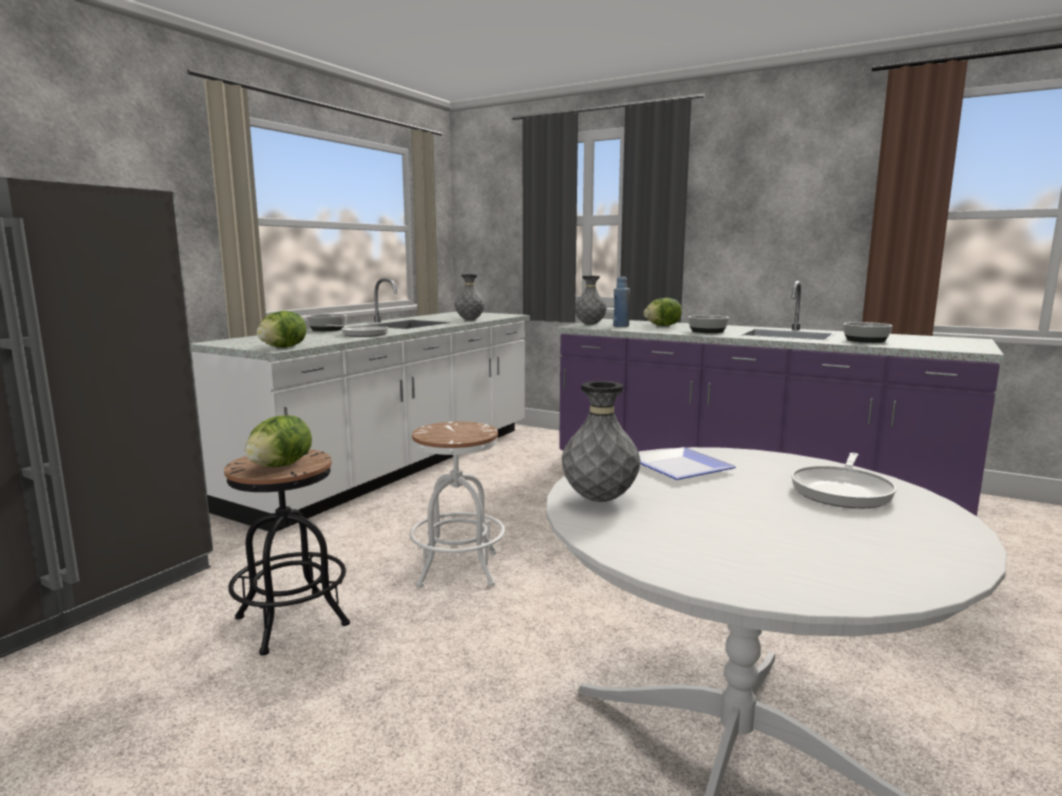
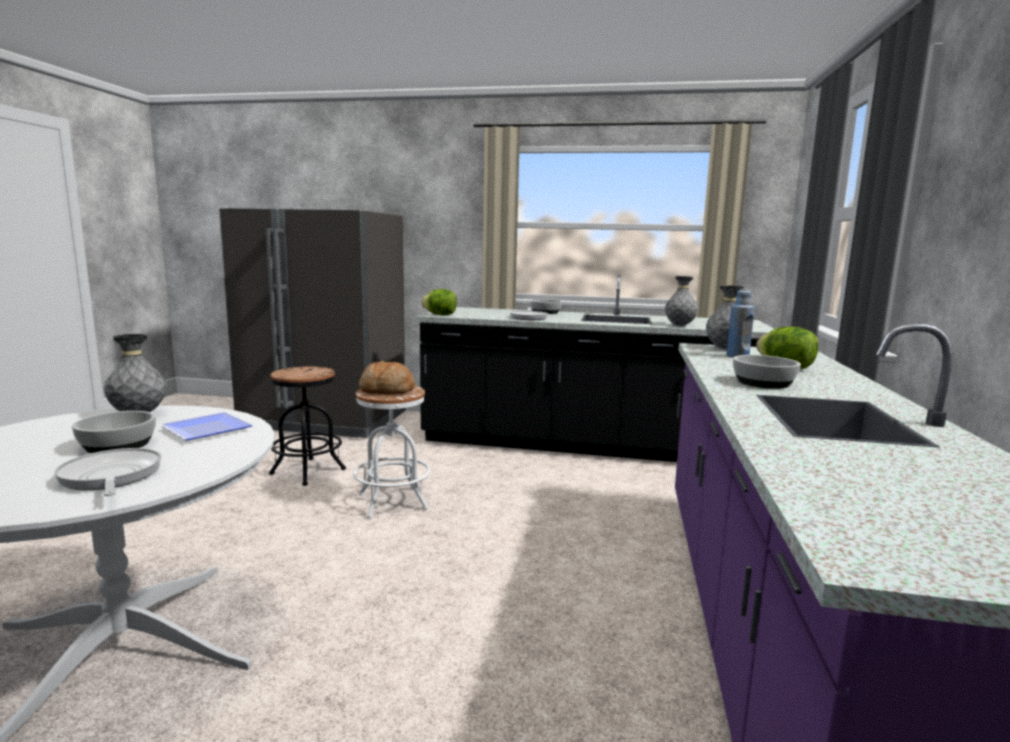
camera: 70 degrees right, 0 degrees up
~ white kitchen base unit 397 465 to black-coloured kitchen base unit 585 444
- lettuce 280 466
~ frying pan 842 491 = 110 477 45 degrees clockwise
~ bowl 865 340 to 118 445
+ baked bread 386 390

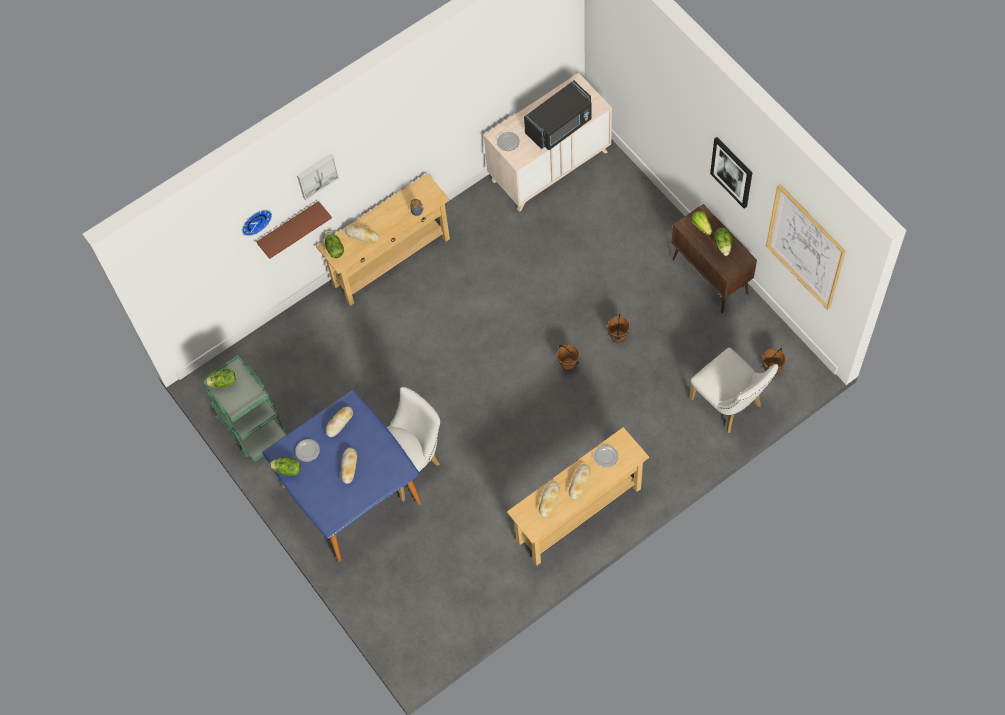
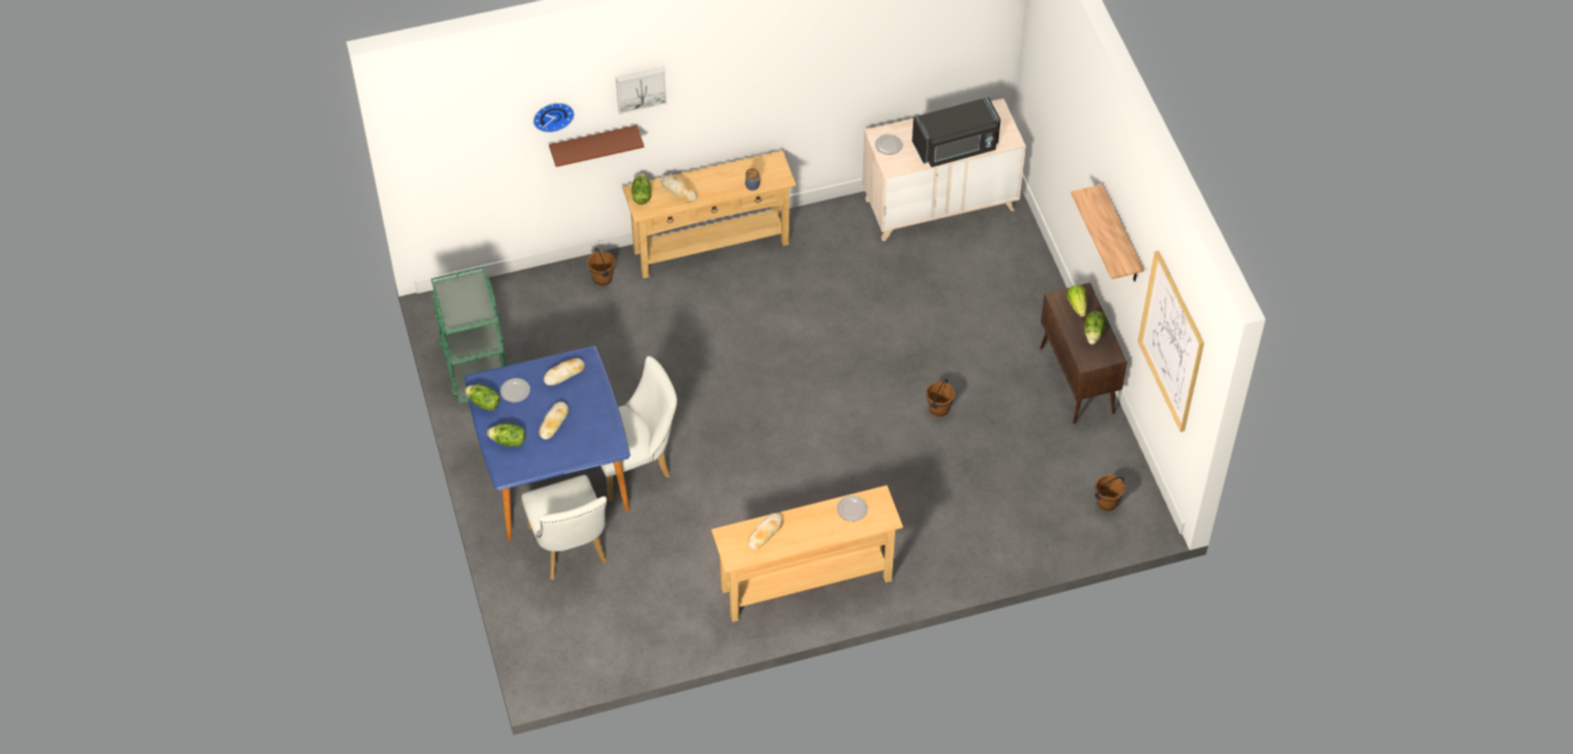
camera: 15 degrees right, 10 degrees down
~ lettuce 223 383 to 508 441
~ brown-coloured pail 568 364 to 602 279
- baked bread 579 482
~ white plain chair 729 405 to 570 550
~ picture 732 172 to bracket shelf 1121 237

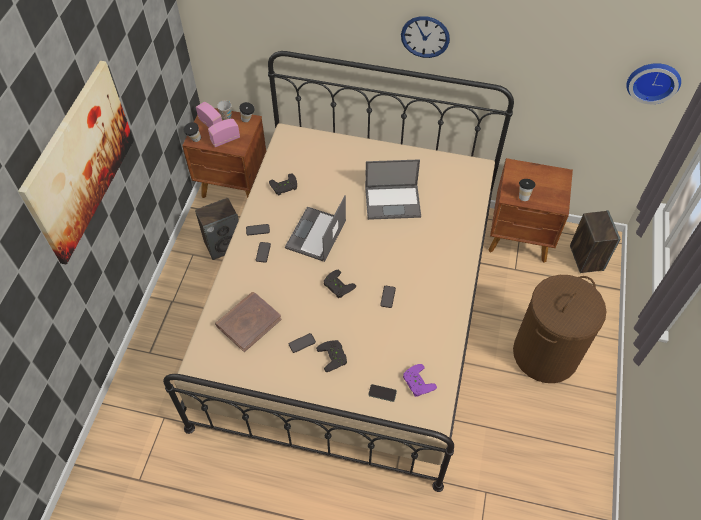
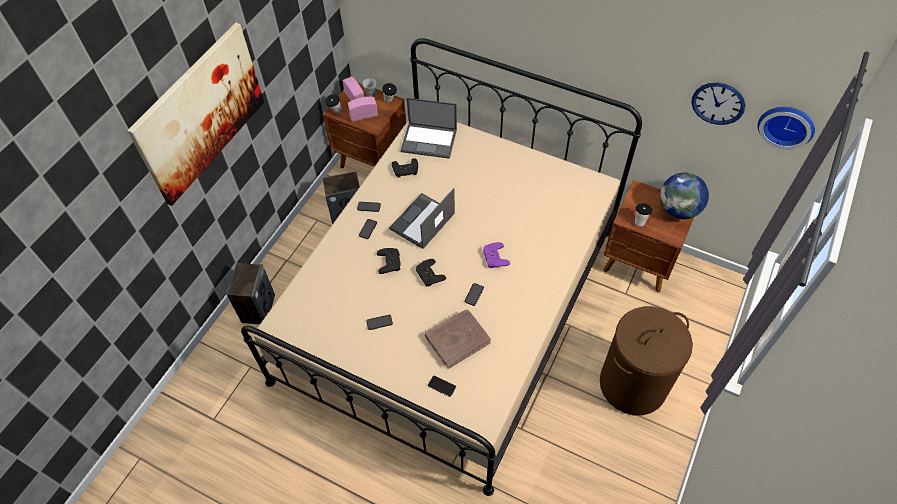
camera: 15 degrees right, 0 degrees up
~ brown-coloured bound book 248 322 to 457 339
~ black-coloured gamepad 334 356 to 391 262
~ laptop 393 201 to 429 140
~ clock on the wall 425 37 to 718 103
~ purplish gamepad 416 382 to 493 257
~ loudspeaker 586 257 to 258 308
+ globe 678 210

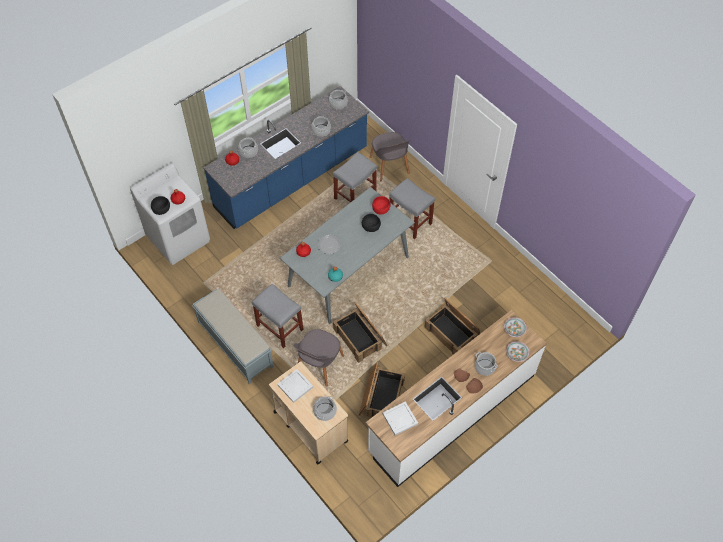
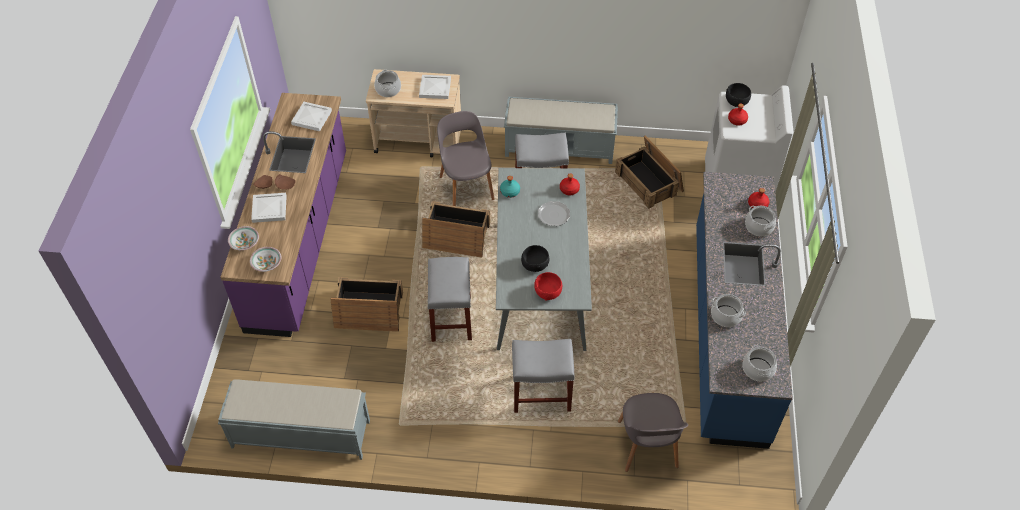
camera: 135 degrees right, 5 degrees down
~ gray stool 355 196 to 451 318
~ crate 381 396 to 649 181
~ white kitchen base unit 452 413 to purplish kitchen base unit 300 240
~ gray plain chair 389 166 = 647 446 120 degrees counterclockwise
~ stockpot 485 367 to white tray 269 209
+ gray indoor bench 300 434

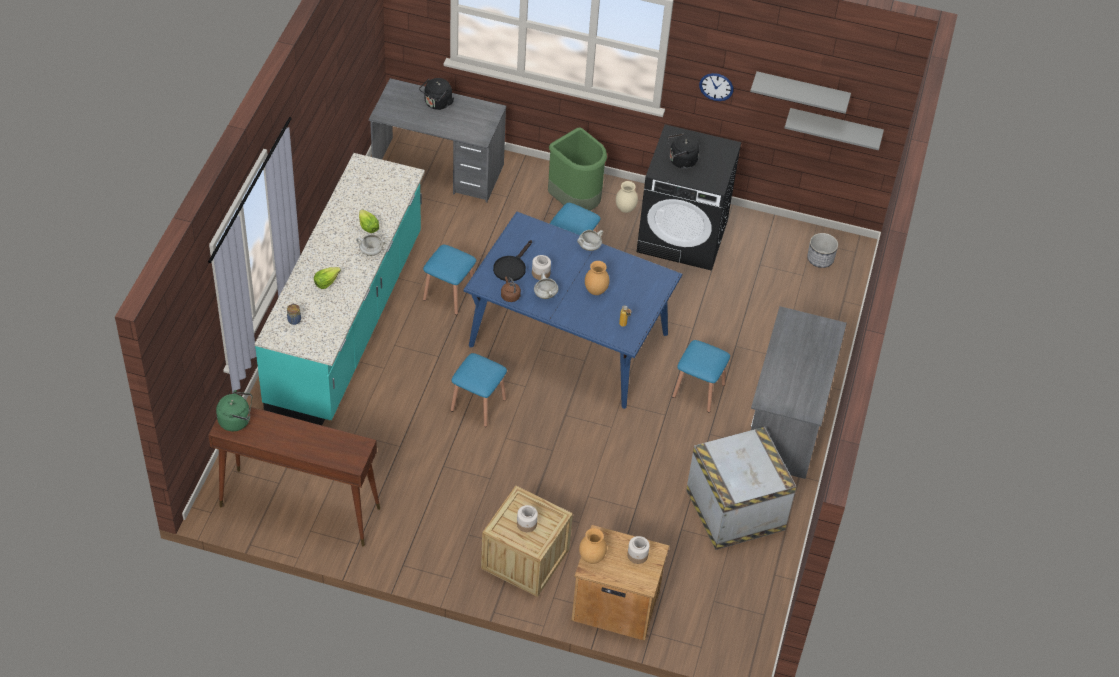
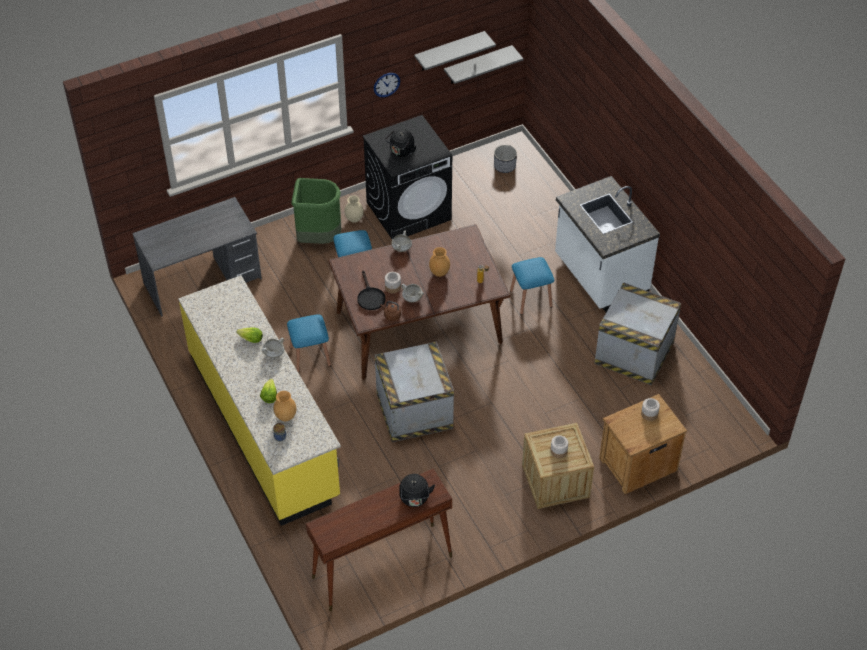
camera: 40 degrees left, 0 degrees up
- greenish water kettle 237 420
~ turquoise-coloured kitchen base unit 347 321 to yellow-coloured kitchen base unit 264 424
~ black-coloured water kettle 437 104 to 414 499
~ blue stool 478 404 to crate 413 411
~ blue kitchen table 567 340 to brown-coloured kitchen table 418 328
~ brown-coloured vase 592 558 to 286 417
~ gray desk table 787 420 to white kitchen base unit 599 277

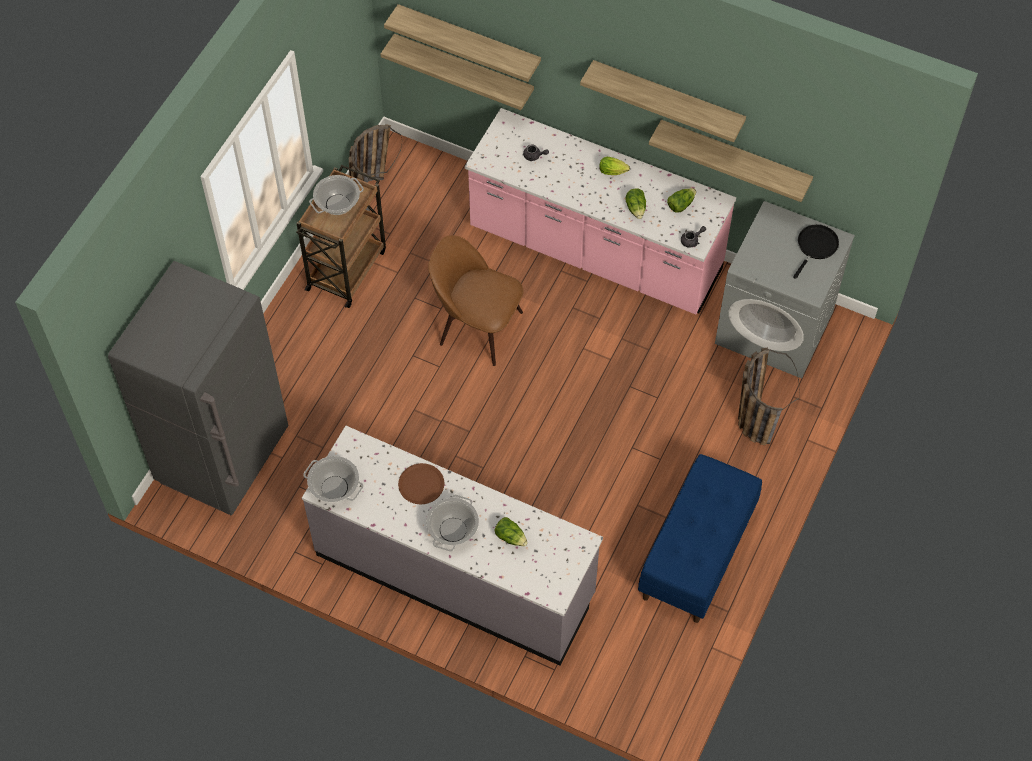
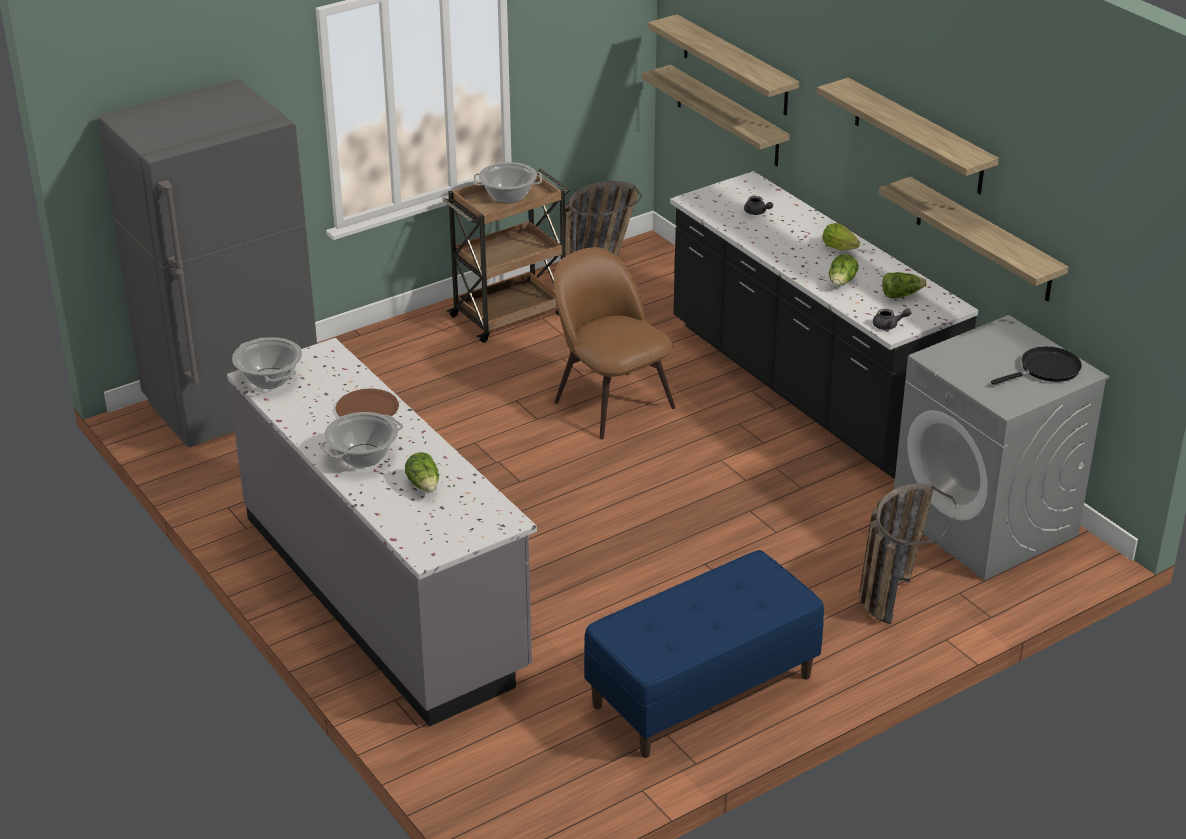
camera: 30 degrees right, 25 degrees down
~ pink-coloured kitchen base unit 595 252 to black-coloured kitchen base unit 806 388

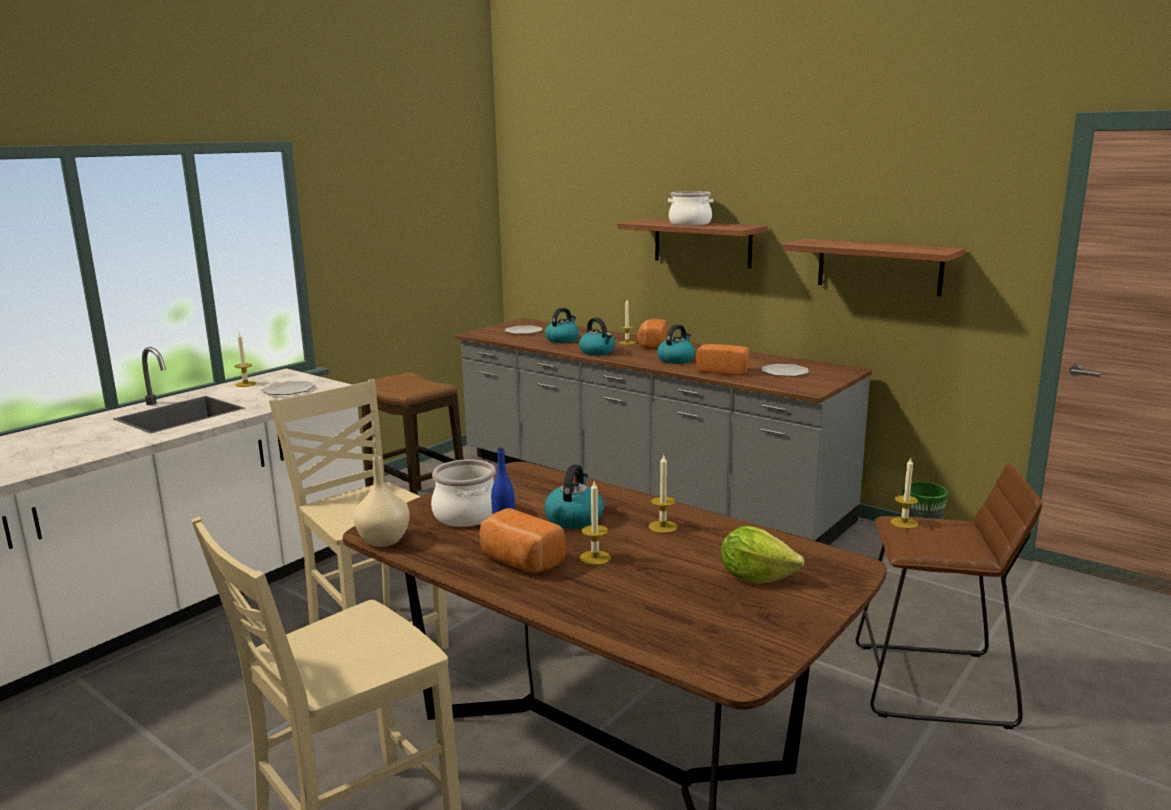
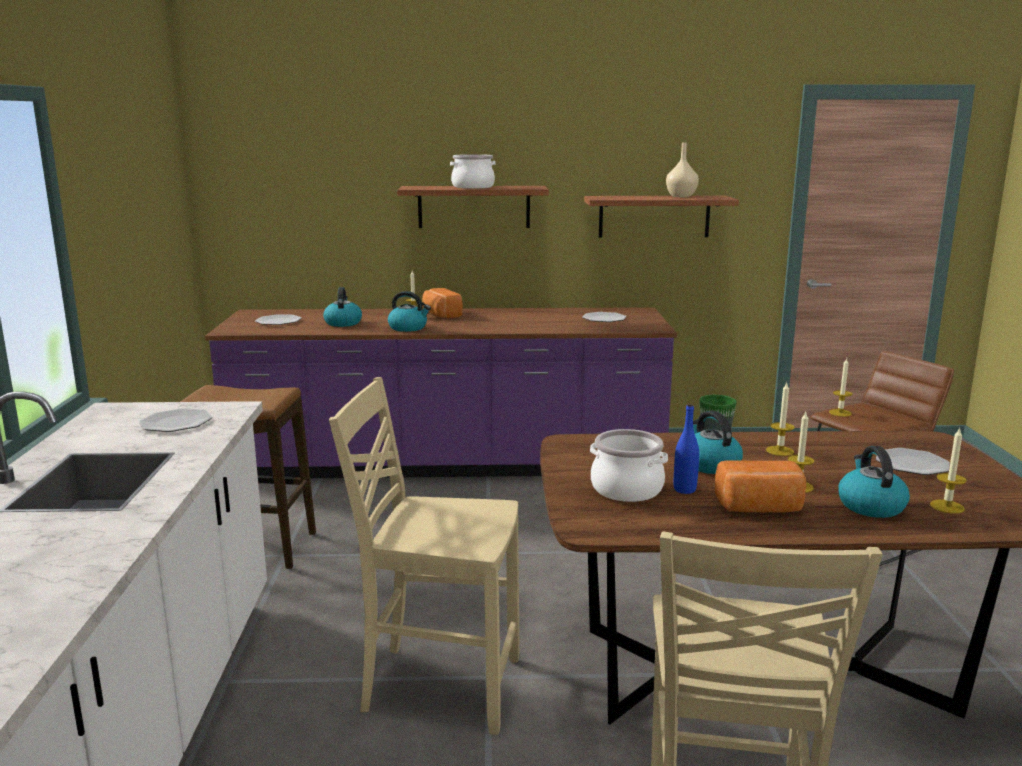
camera: 40 degrees left, 0 degrees up
~ candle 245 384 to 947 506
~ sand-coloured vase 383 541 to 681 196
~ gray kitchen base unit 643 488 to purplish kitchen base unit 448 464
~ water kettle 676 360 to 870 506
- baked bread 723 371
~ lettuce 756 577 to flat dish 911 464

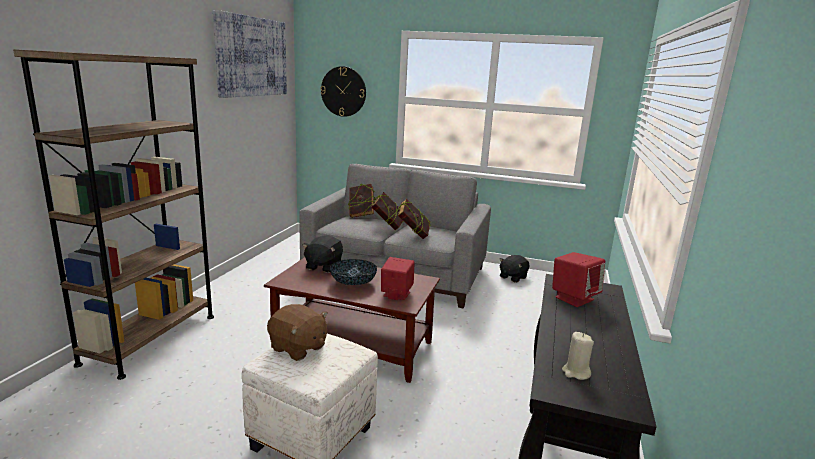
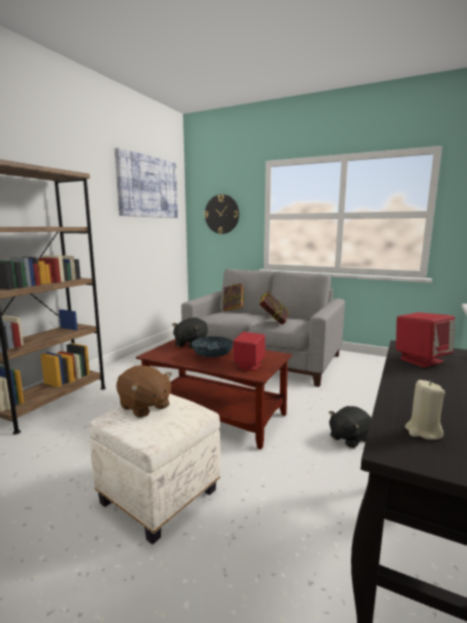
camera: 10 degrees right, 5 degrees down
- bound book 388 226
~ black-coloured plush toy 512 277 to 348 438

